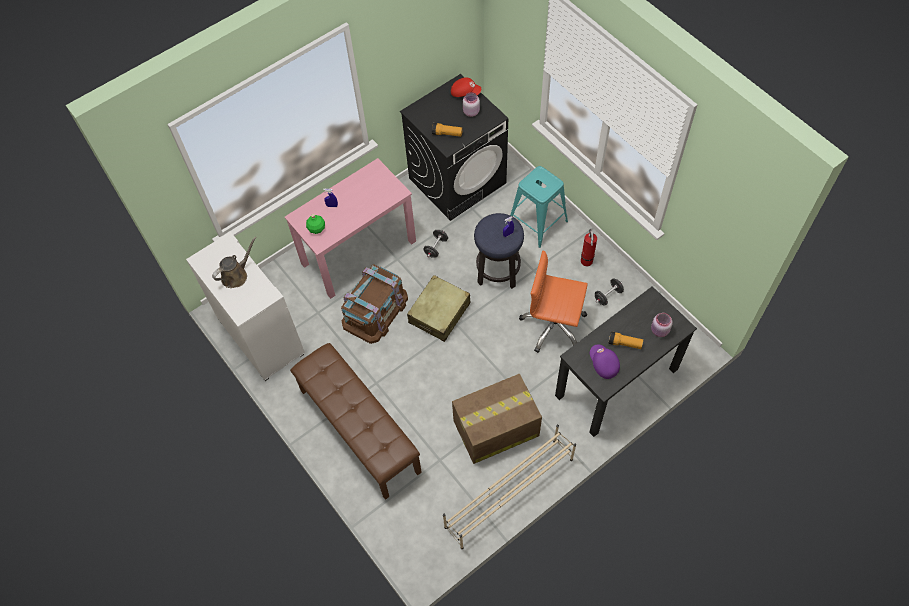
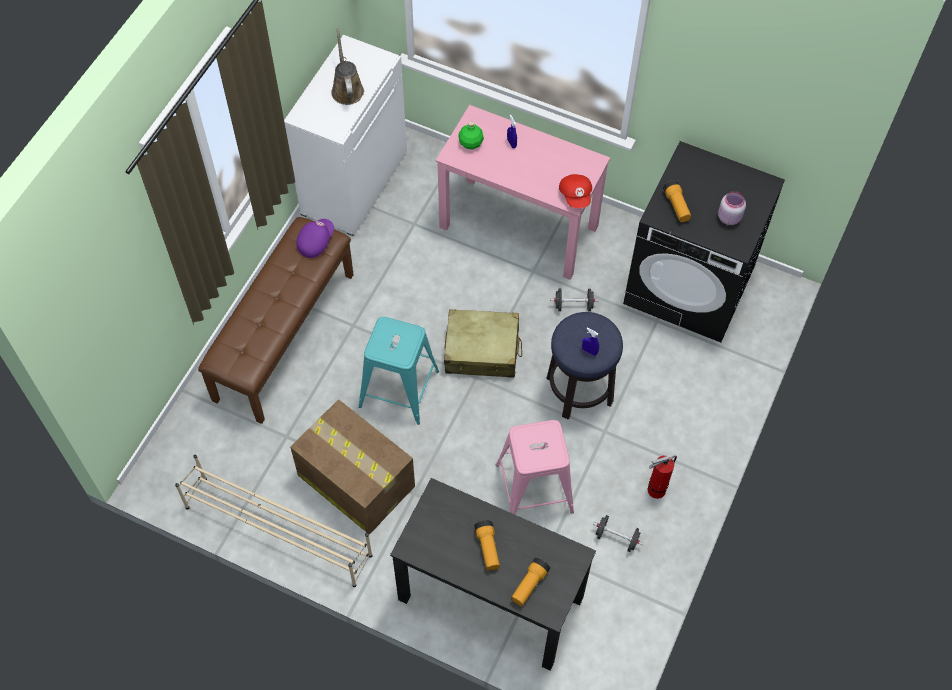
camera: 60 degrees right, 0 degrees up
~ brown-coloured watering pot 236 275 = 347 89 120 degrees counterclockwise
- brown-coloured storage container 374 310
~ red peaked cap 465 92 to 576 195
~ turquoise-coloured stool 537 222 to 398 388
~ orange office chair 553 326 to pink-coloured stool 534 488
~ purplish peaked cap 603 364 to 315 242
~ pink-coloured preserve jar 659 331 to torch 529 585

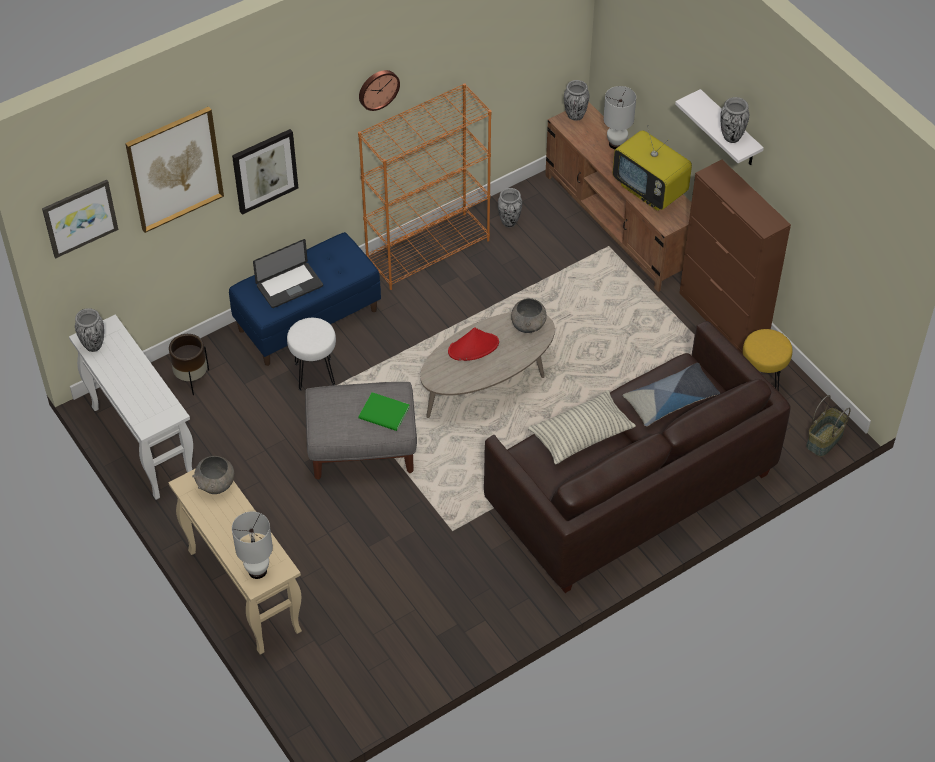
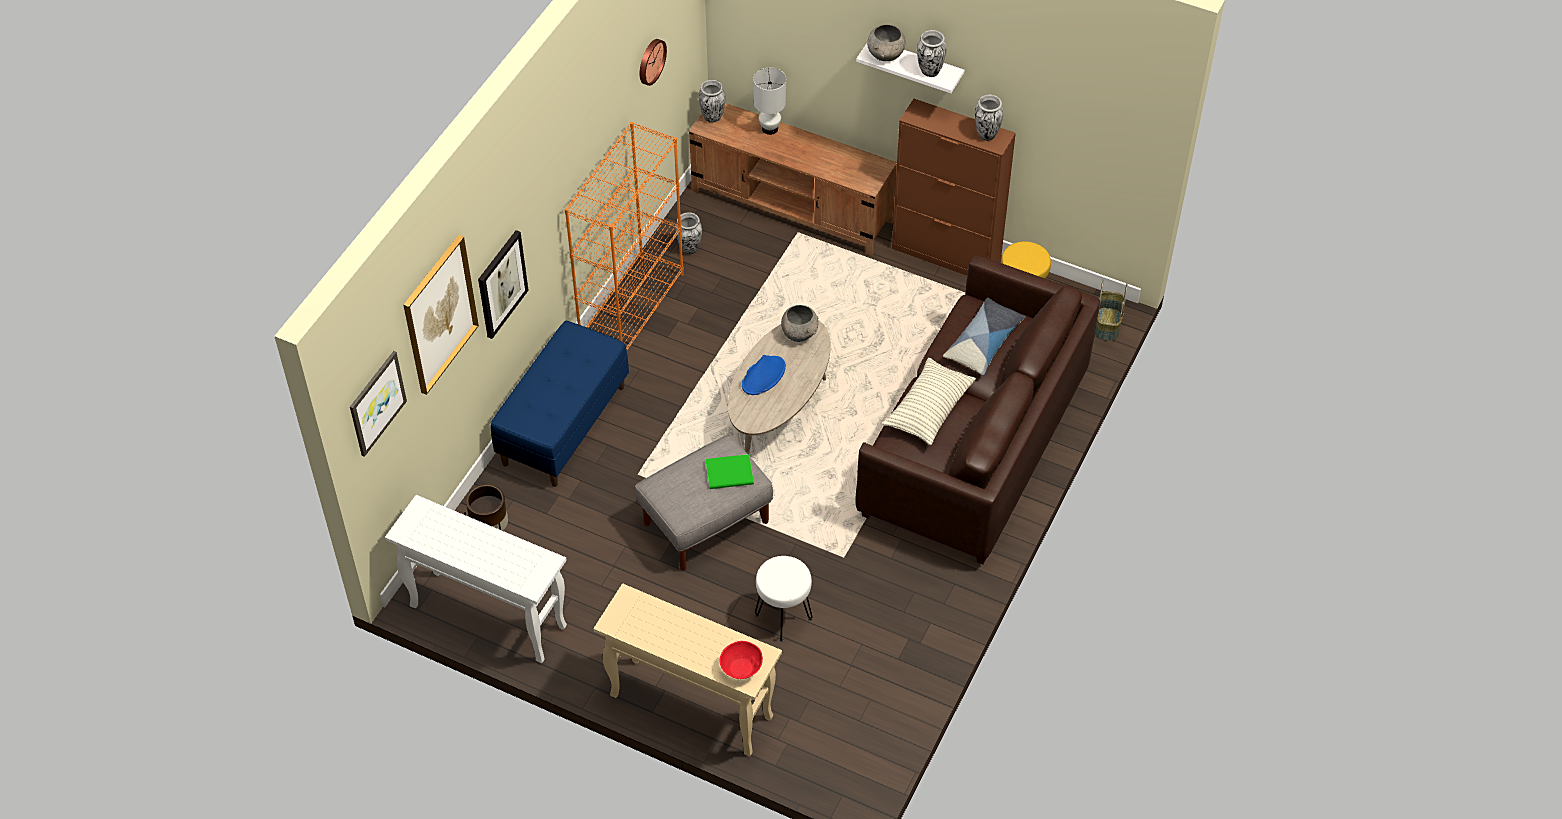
camera: 30 degrees left, 0 degrees up
~ vase 93 345 to 986 135
~ gray bowl 216 485 to 886 55
~ white tabletop lamp 257 570 to red bowl 740 668
- laptop 289 286
~ white stool 315 374 to 784 617
~ clock on the wall 378 89 to 650 61
~ red clothing hat 473 347 to blue clothing hat 763 376
- TV set 650 190

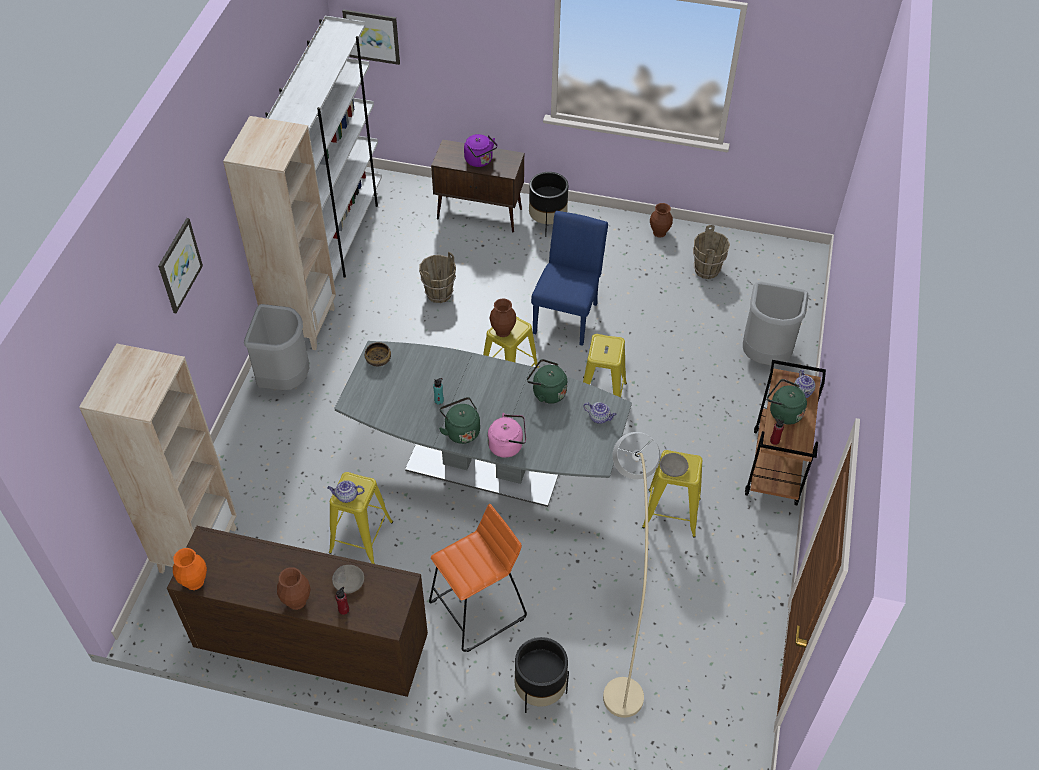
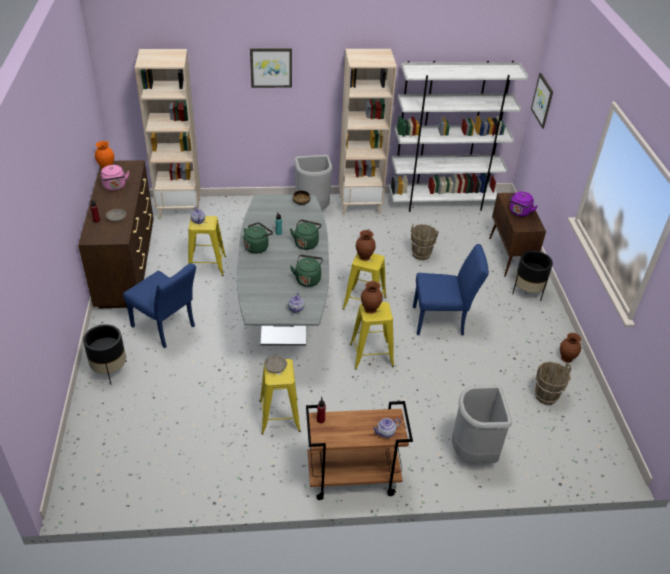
camera: 70 degrees right, 10 degrees down
~ brown-coloured vase 297 601 to 370 309
~ orange stool 478 610 to blue plain chair 166 328
~ pink-coloured water kettle 508 445 to 115 187
- sand-coloured floor lamp 621 628
~ greenish water kettle 783 413 to 306 243

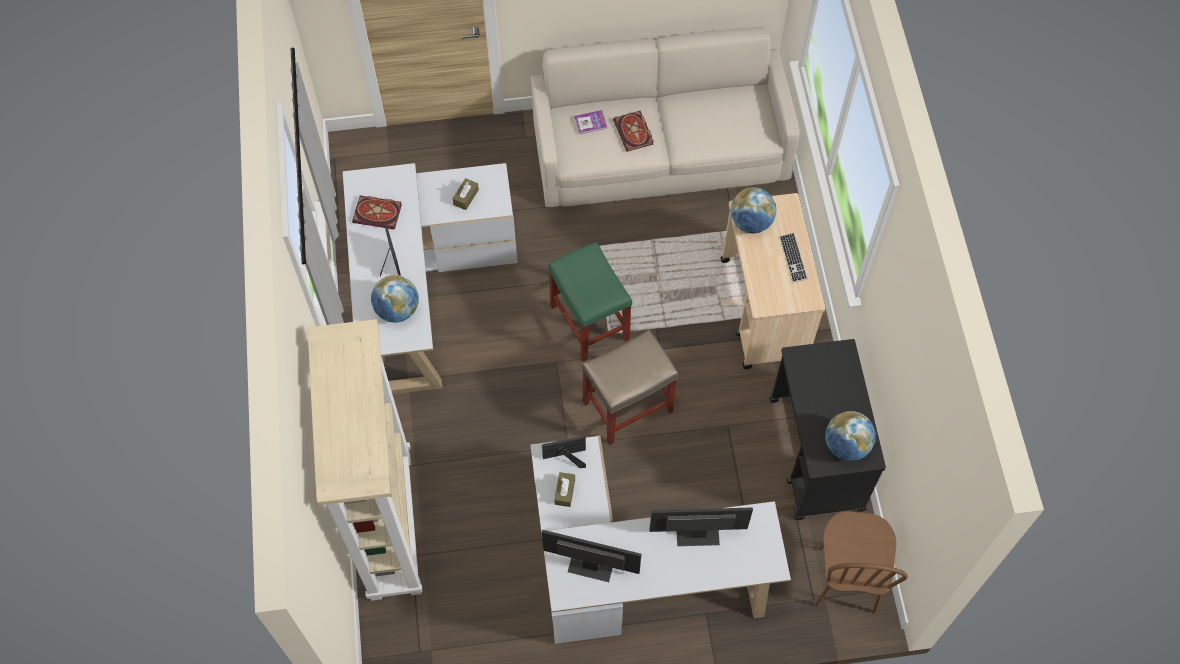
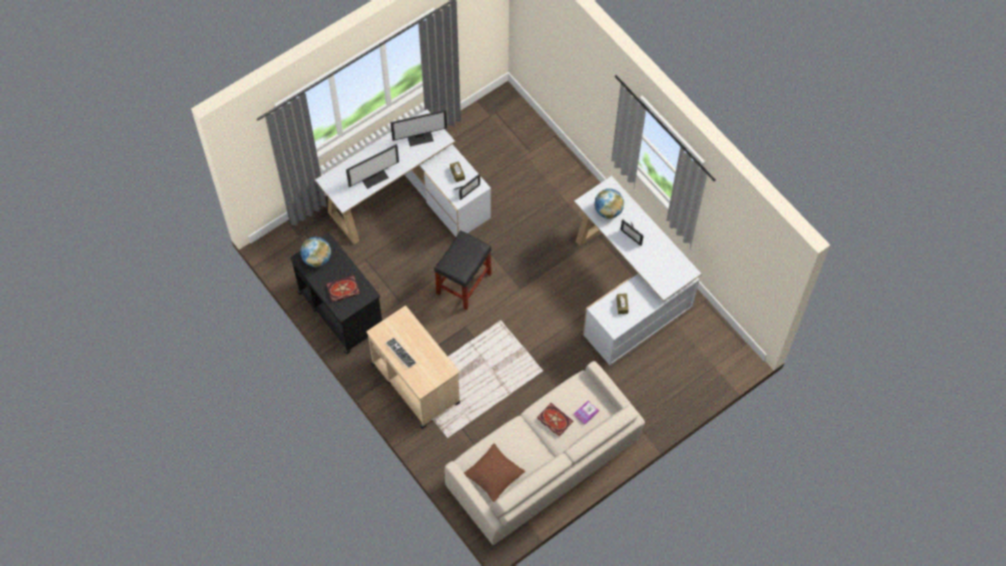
camera: 150 degrees right, 0 degrees up
- sand-coloured shelving unit 389 524
~ bound book 379 213 to 342 290
- greenish stool 590 323
~ sand-coloured stool 628 406 to black-coloured stool 463 284
- globe 751 222
- brown-coloured plain chair 846 580
+ brown-coloured throw pillow 494 475

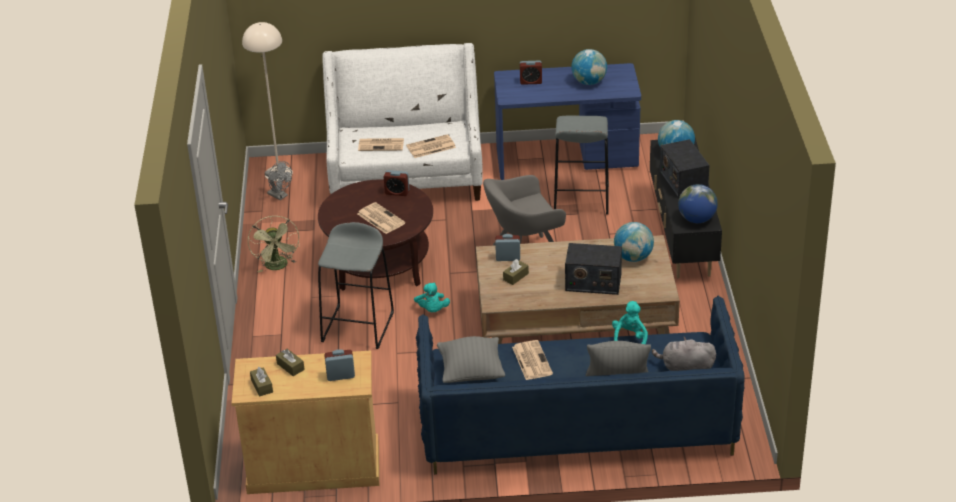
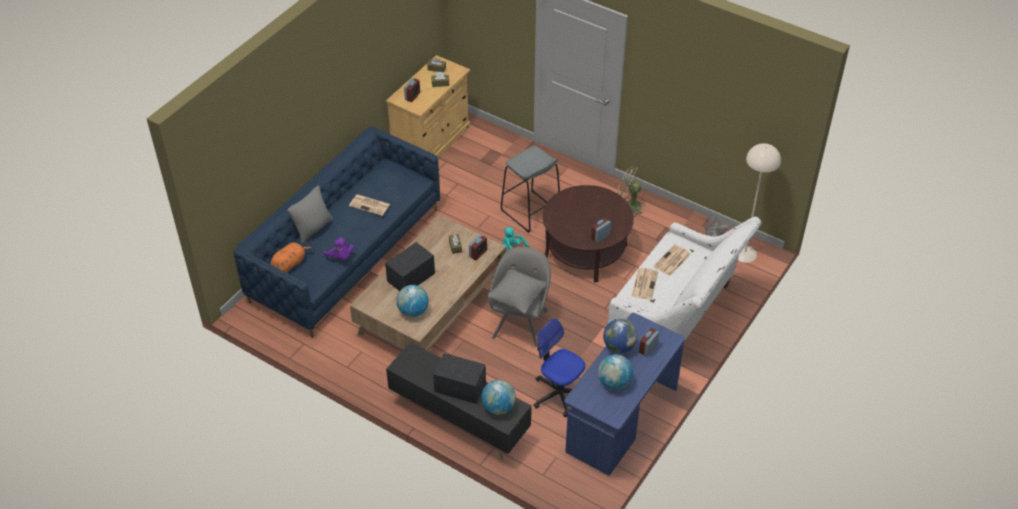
camera: 125 degrees right, 10 degrees up
- printed paper 380 218
~ gray throw pillow 471 373 to 517 298
~ gray stool 581 199 to office chair 559 394
~ turquoise-coloured plush toy 629 339 to purplish plush toy 340 257
~ gray plush toy 685 368 to orange plush toy 290 264
~ globe 697 219 to 619 346

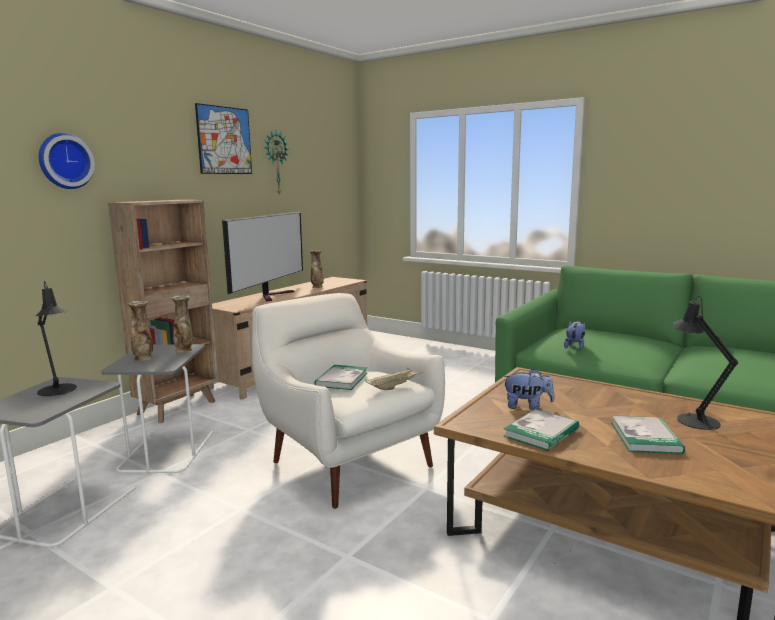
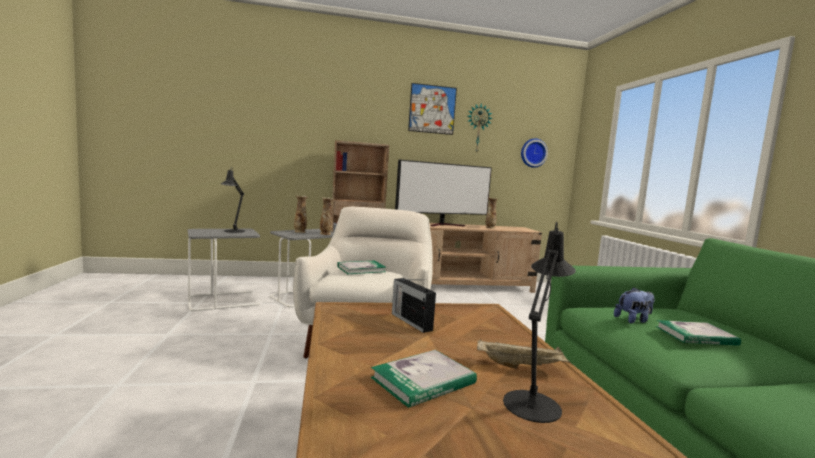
camera: 45 degrees right, 5 degrees down
~ clock on the wall 64 161 to 533 153
~ sand-coloured tray 394 387 to 521 366
~ plush toy 527 406 to radio receiver 410 321
~ bound book 541 432 to 695 336

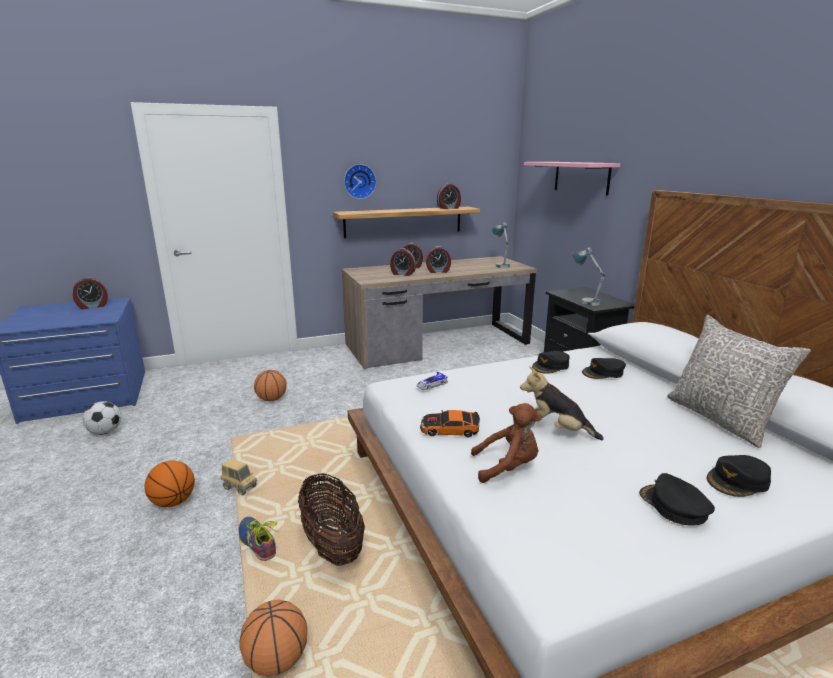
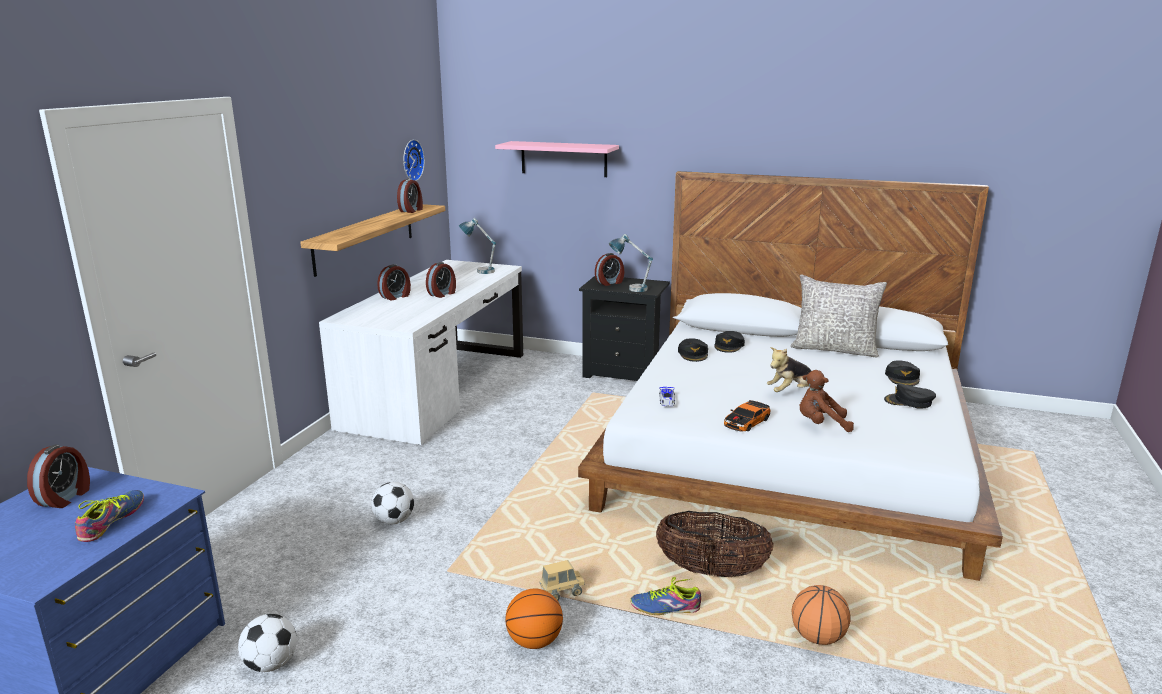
camera: 50 degrees left, 0 degrees up
~ basketball ball 271 399 to football 394 520
~ brown-coloured desk table 438 344 to white desk table 438 389
~ clock on the wall 359 181 to 411 160
~ alarm clock 402 274 to 610 283
~ brown-coloured plush toy 508 467 = 821 424 120 degrees counterclockwise
+ item of footwear 111 521

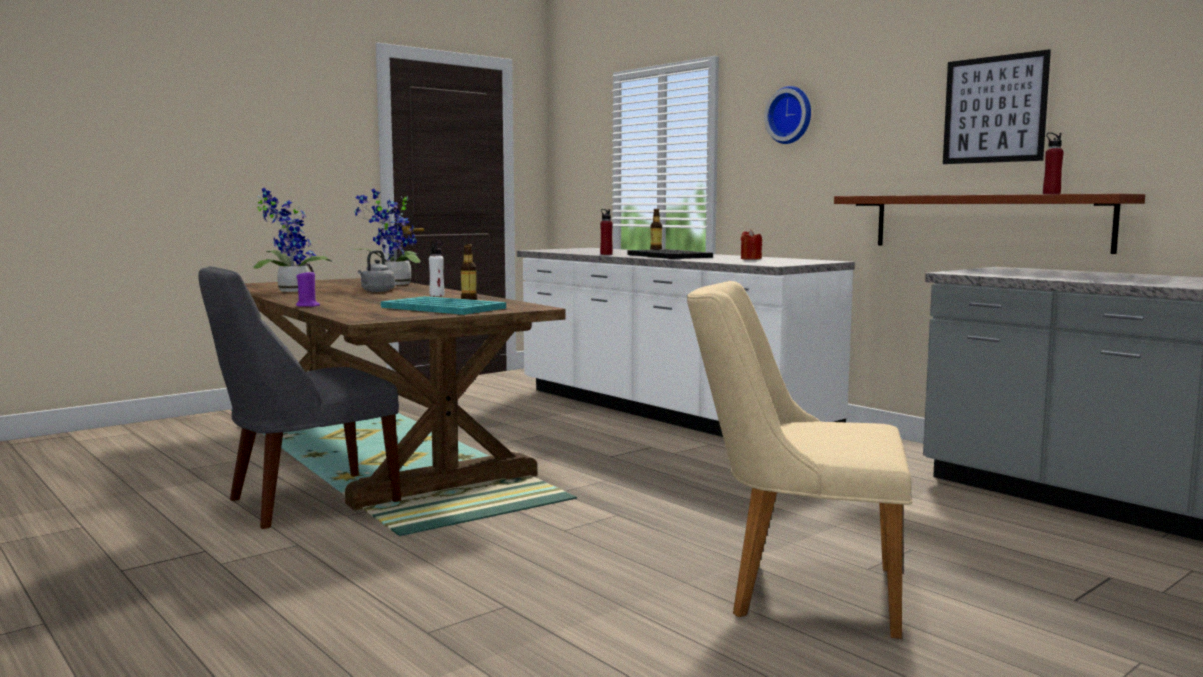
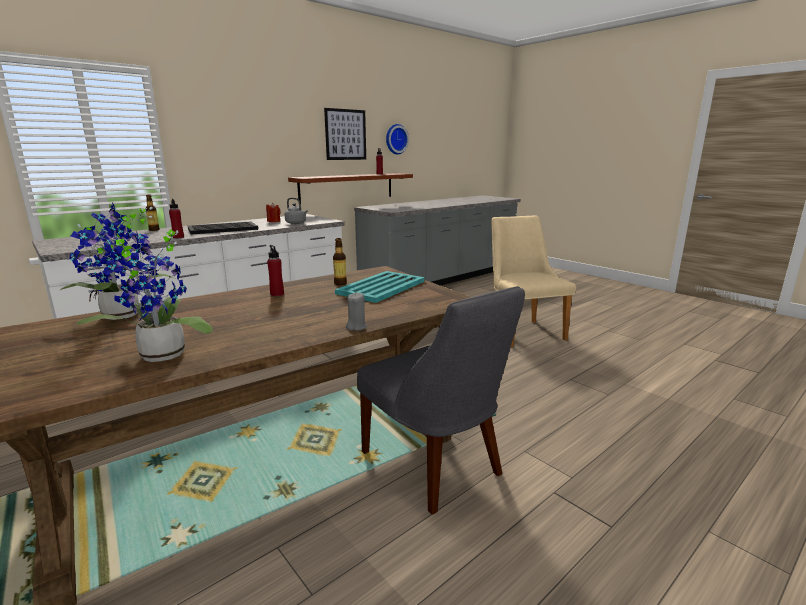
camera: 90 degrees left, 10 degrees up
~ purplish candle 307 306 to gray candle 356 327
~ gray water kettle 376 291 to 296 223
~ white bottle 437 295 to red bottle 277 294
~ sand-coloured plain chair 796 590 = 521 330 150 degrees clockwise
~ clock on the wall 791 115 to 395 139

